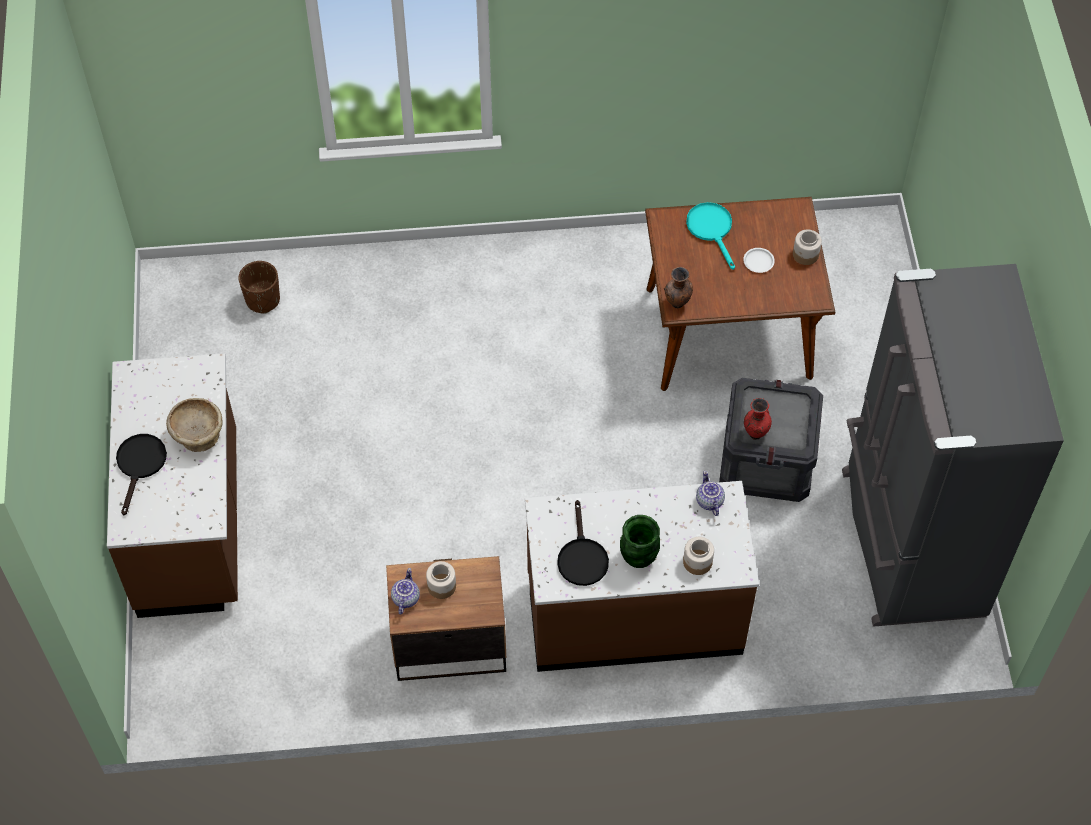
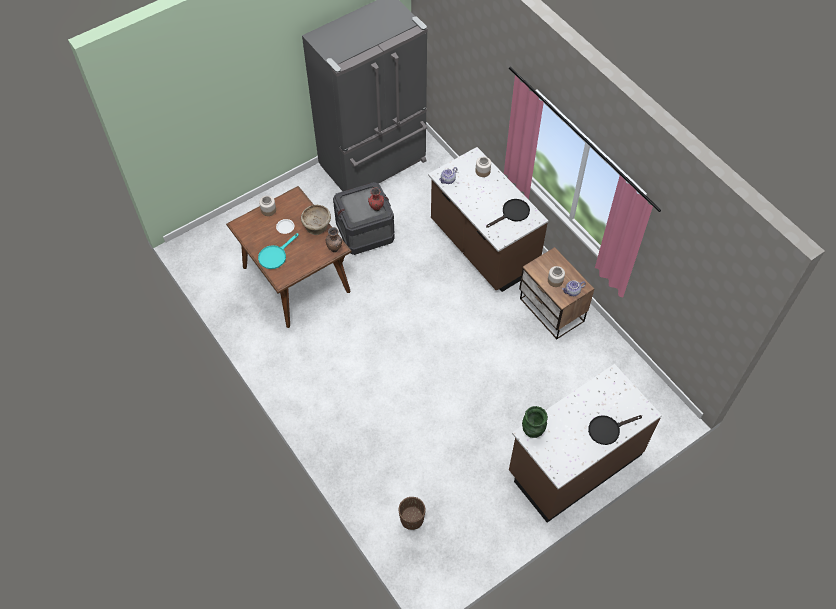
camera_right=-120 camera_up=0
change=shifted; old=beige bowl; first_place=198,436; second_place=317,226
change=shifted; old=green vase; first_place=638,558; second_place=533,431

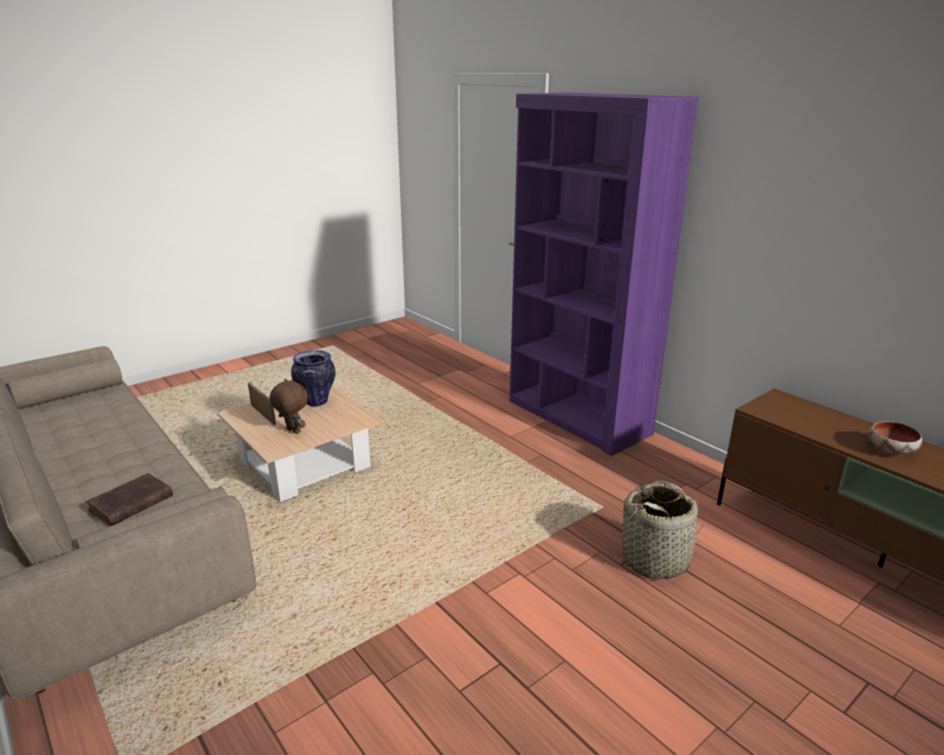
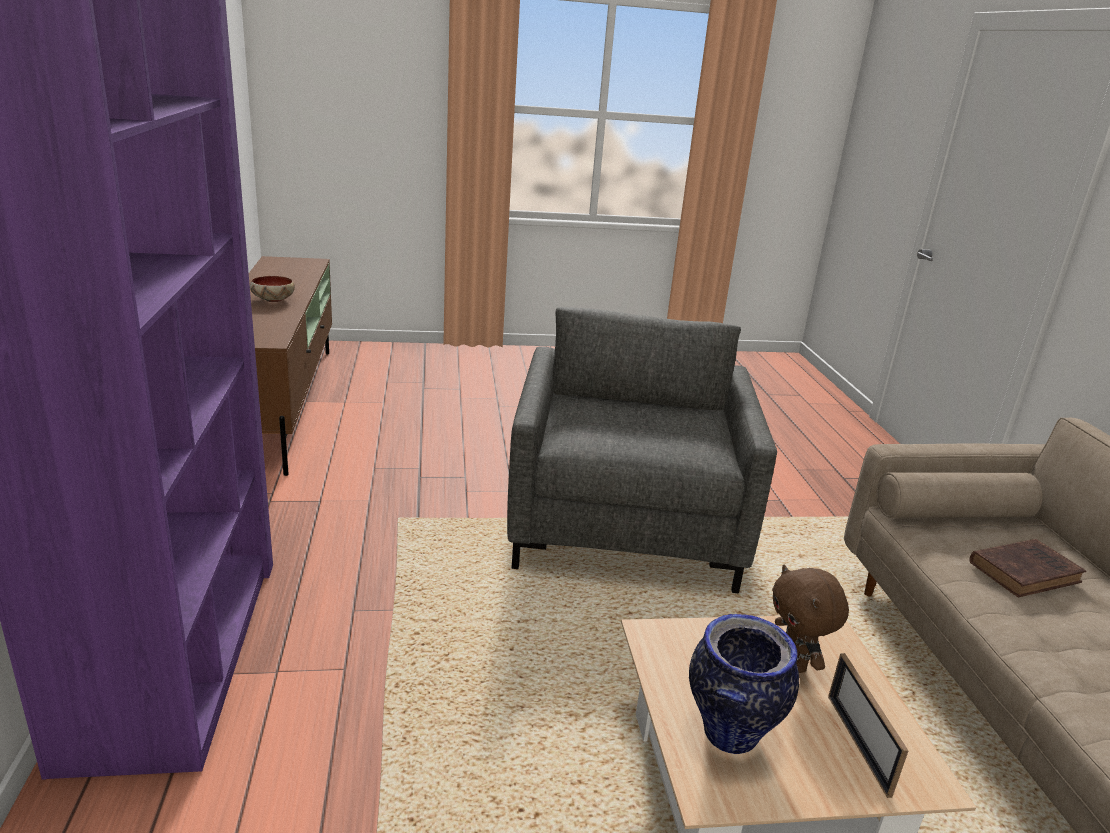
camera_right=-150 camera_up=0
change=gone; old=basket; first_place=655,559
change=new; new=grey armchair; second_place=626,525

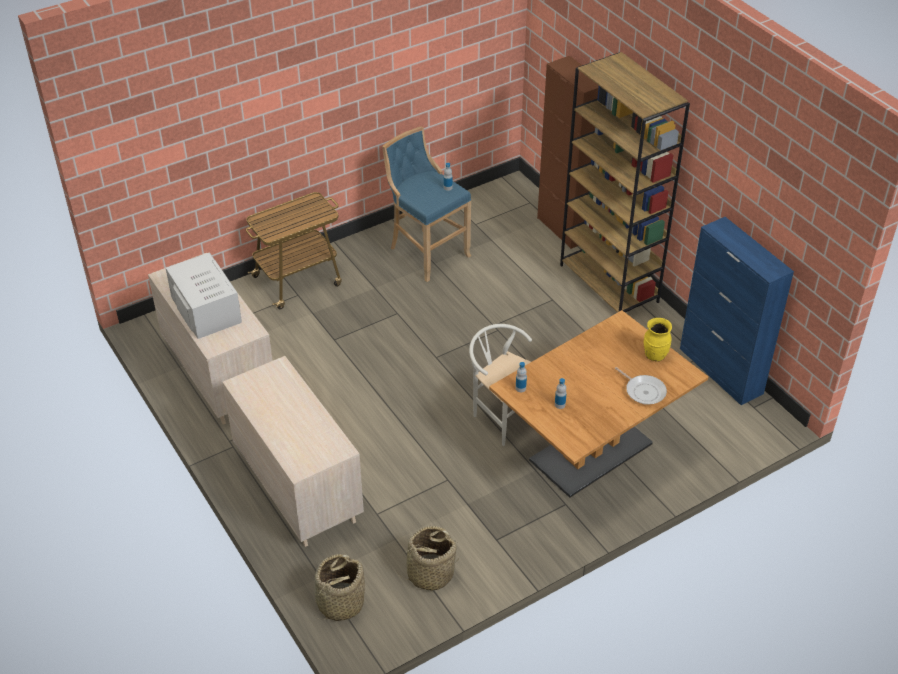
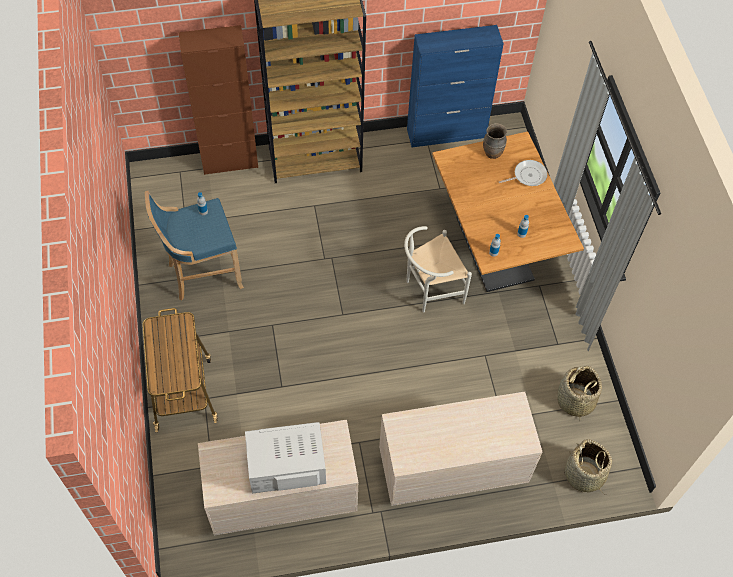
camera_right=-70 camera_up=15
change=repainted; old=yellow vase; new=brown vase; first_place=654,355; second_place=492,153

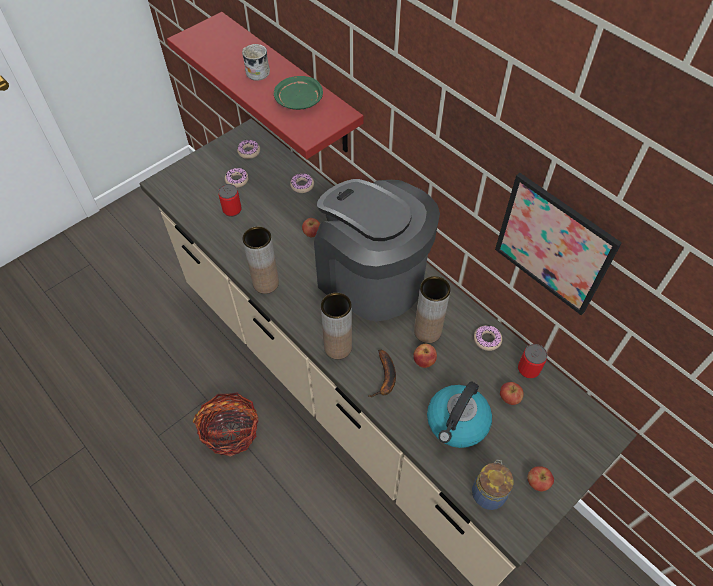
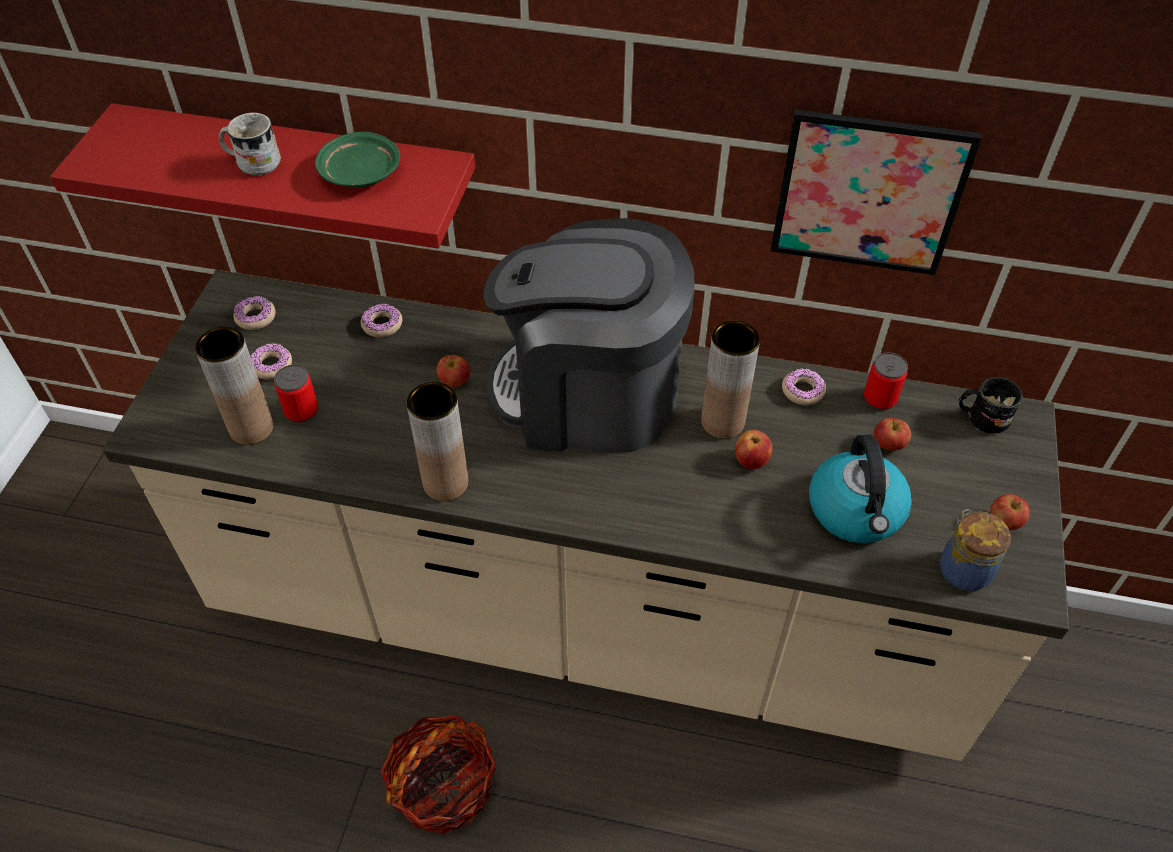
camera_right=-35 camera_up=-5
change=shifted; old=brown vase; first_place=338,347; second_place=251,428
change=gone; old=banana; first_place=385,378
change=new; new=black mug; second_place=981,418

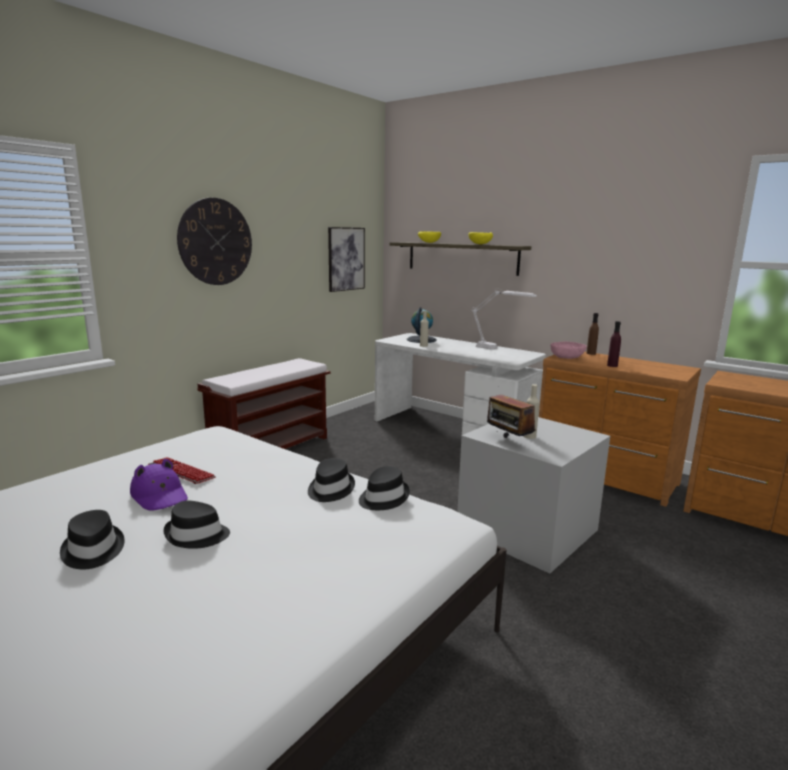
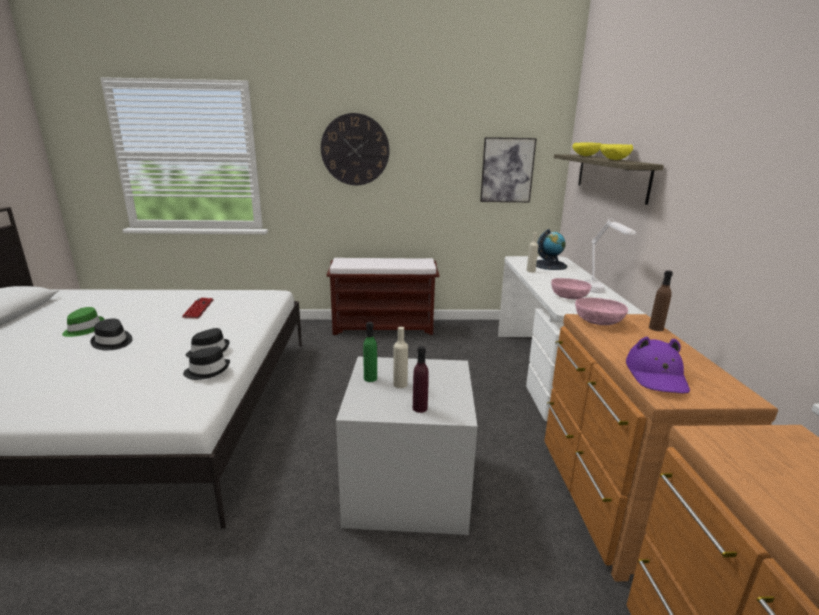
camera_right=50 camera_up=5
change=shifted; old=purple bottle; first_place=612,365; second_place=420,408
change=swapped; old=radio; new=green bottle; first_place=508,441; second_place=370,378
change=shifted; old=purple hat; first_place=160,496; second_place=657,376
change=repainted; old=black hat; new=green hat; first_place=92,550; second_place=84,329
change=new; new=pink bowl; second_place=569,297

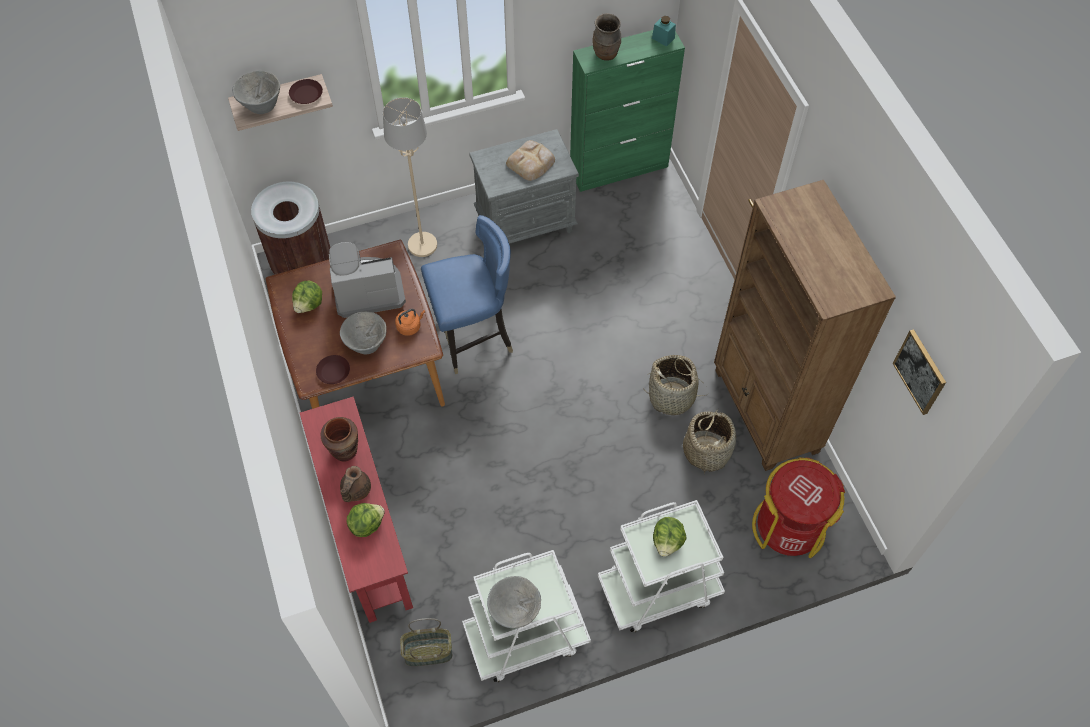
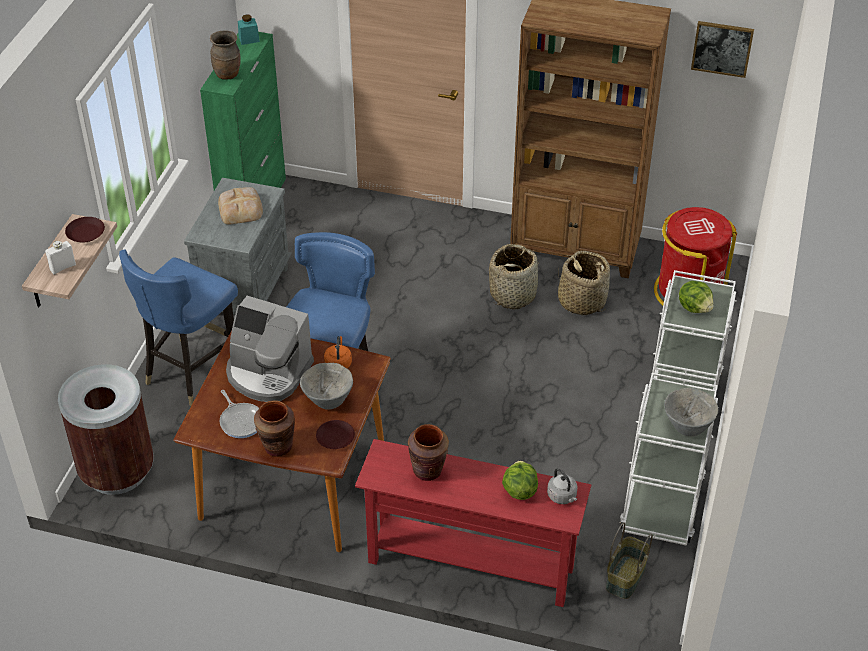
camera_right=-55 camera_up=-15
change=swapped; old=grey bowl; new=white bottle; first_place=261,106; second_place=63,267
change=swapped; old=beige floor lamp; new=blue chair; first_place=422,245; second_place=191,372
change=rotated; old=coffee machine; first_place=367,290; second_place=268,373; degrees=-90
change=swapped; old=lettuce; new=frying pan; first_place=309,304; second_place=241,421
change=gone; old=brown teapot; first_place=355,490
change=new; new=brown vase; second_place=277,447
change=new; new=grey kettle; second_place=562,497

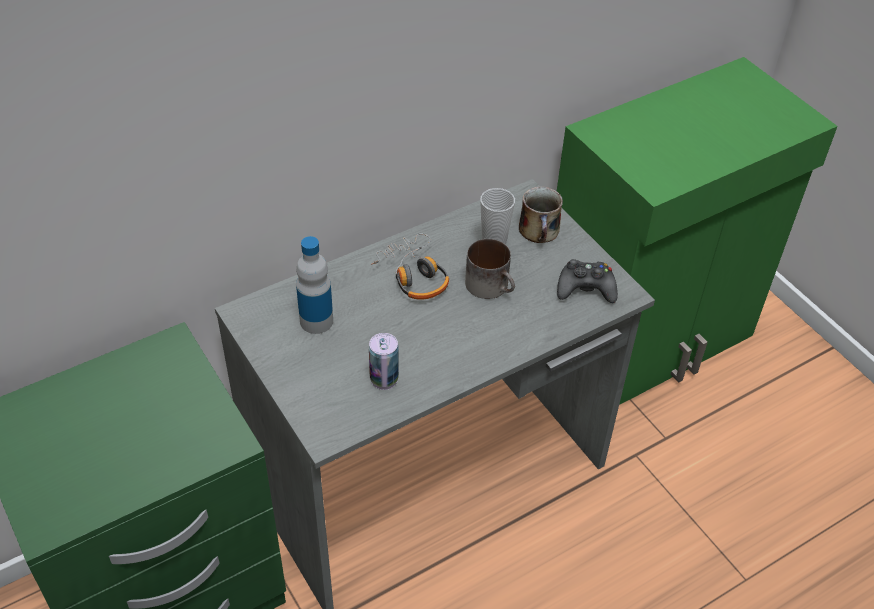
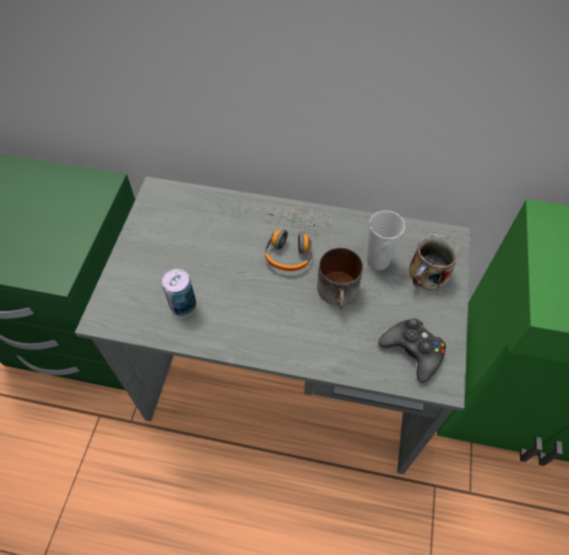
camera_right=45 camera_up=10
change=gone; old=bottle; first_place=316,321

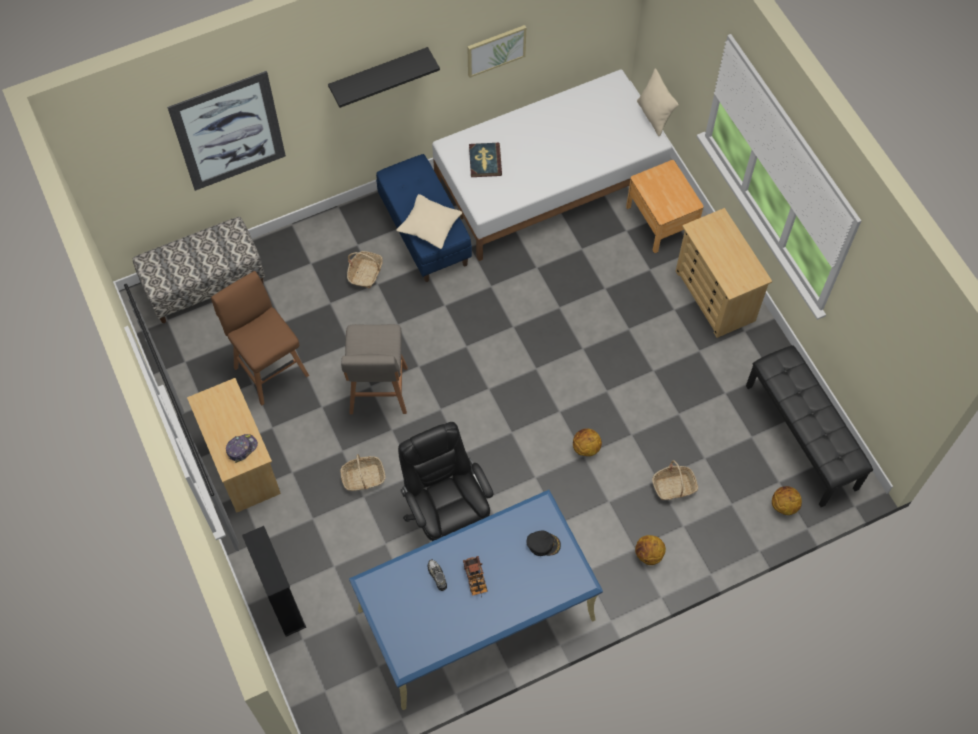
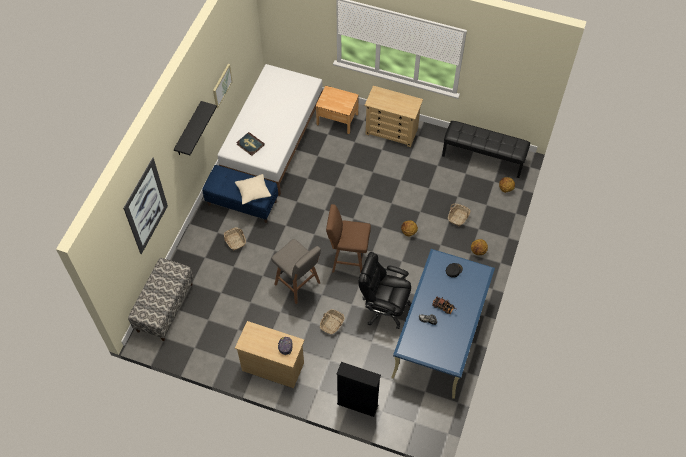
camera_right=-45 camera_up=-5
change=gone; old=beige pillow; first_place=654,116
change=shifted; old=brown stool; first_place=270,369; second_place=348,259

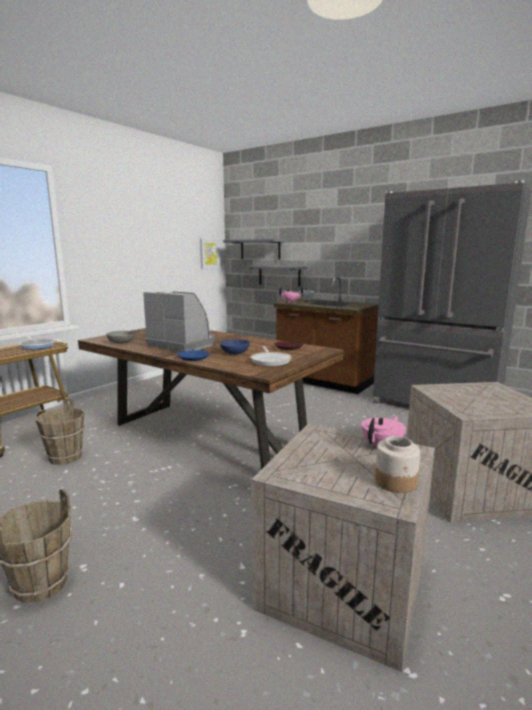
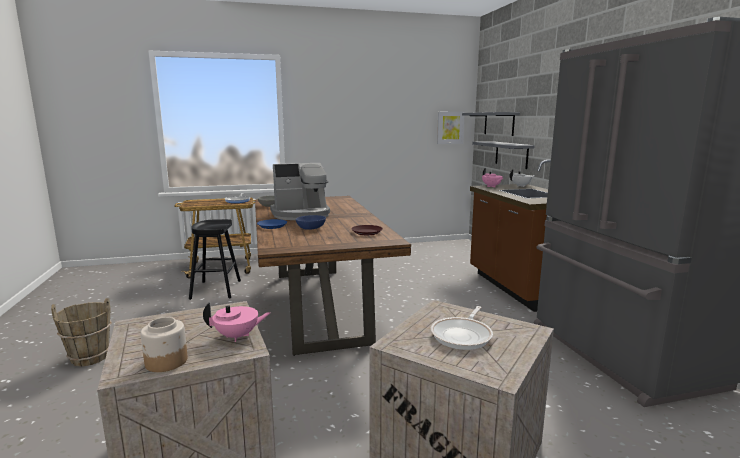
camera_right=40 camera_up=0
change=rotated; old=coffee machine; first_place=183,344; second_place=301,214; degrees=90
change=shifted; old=frying pan; first_place=270,361; second_place=463,335
change=swapped; old=brown bucket; new=black stool; first_place=65,457; second_place=216,290

